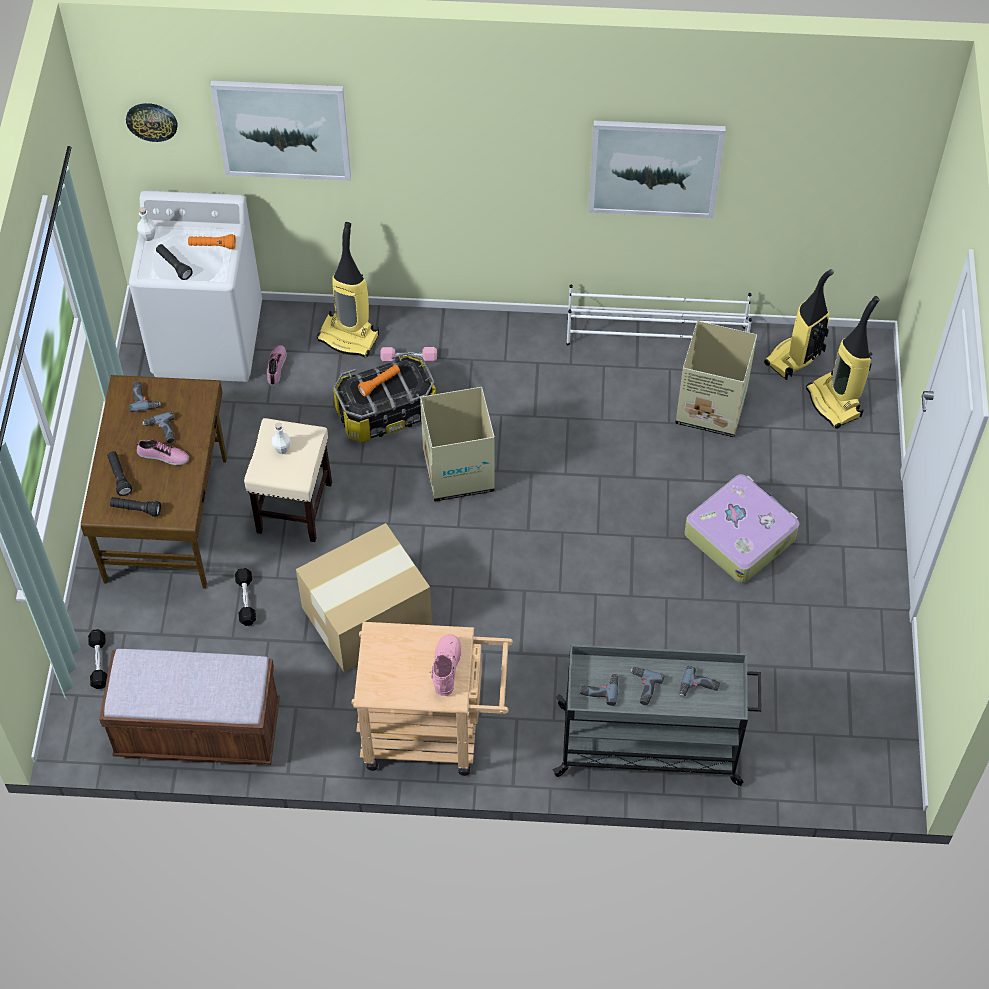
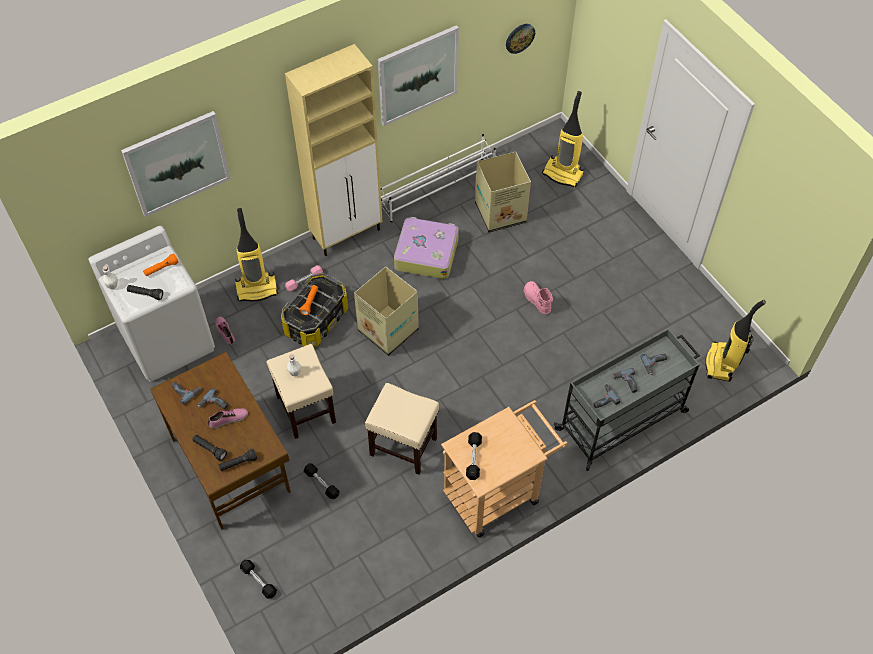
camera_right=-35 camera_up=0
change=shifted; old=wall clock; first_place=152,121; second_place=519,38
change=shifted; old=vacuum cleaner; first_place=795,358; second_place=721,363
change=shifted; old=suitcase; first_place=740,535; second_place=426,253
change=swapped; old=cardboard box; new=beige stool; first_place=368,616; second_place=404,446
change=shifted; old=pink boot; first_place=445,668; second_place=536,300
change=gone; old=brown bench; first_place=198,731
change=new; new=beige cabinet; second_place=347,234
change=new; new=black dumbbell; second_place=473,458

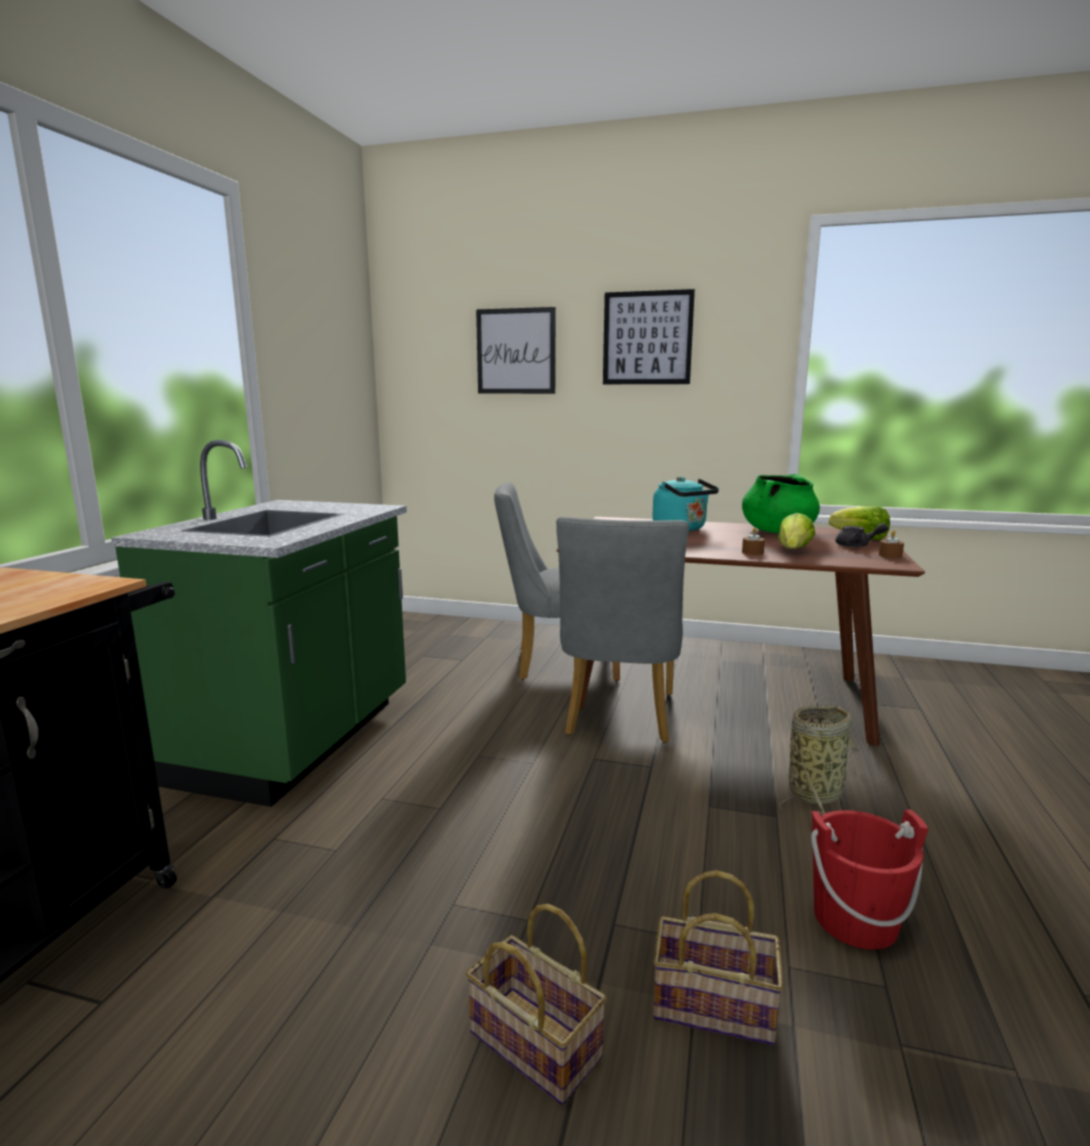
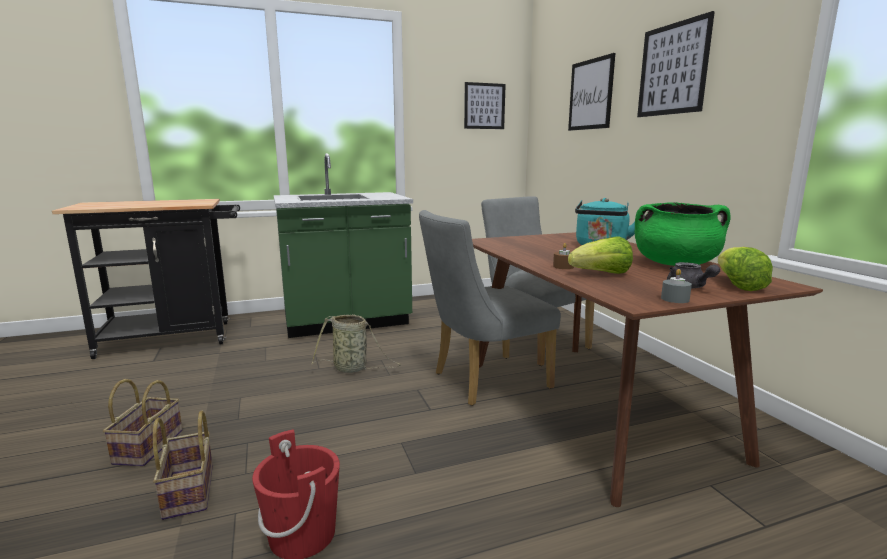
camera_right=55 camera_up=0
change=repainted; old=brown candle; new=grey candle; first_place=890,555; second_place=675,299
change=shifted; old=basket; first_place=817,792; second_place=353,368
change=new; new=picture; second_place=484,106

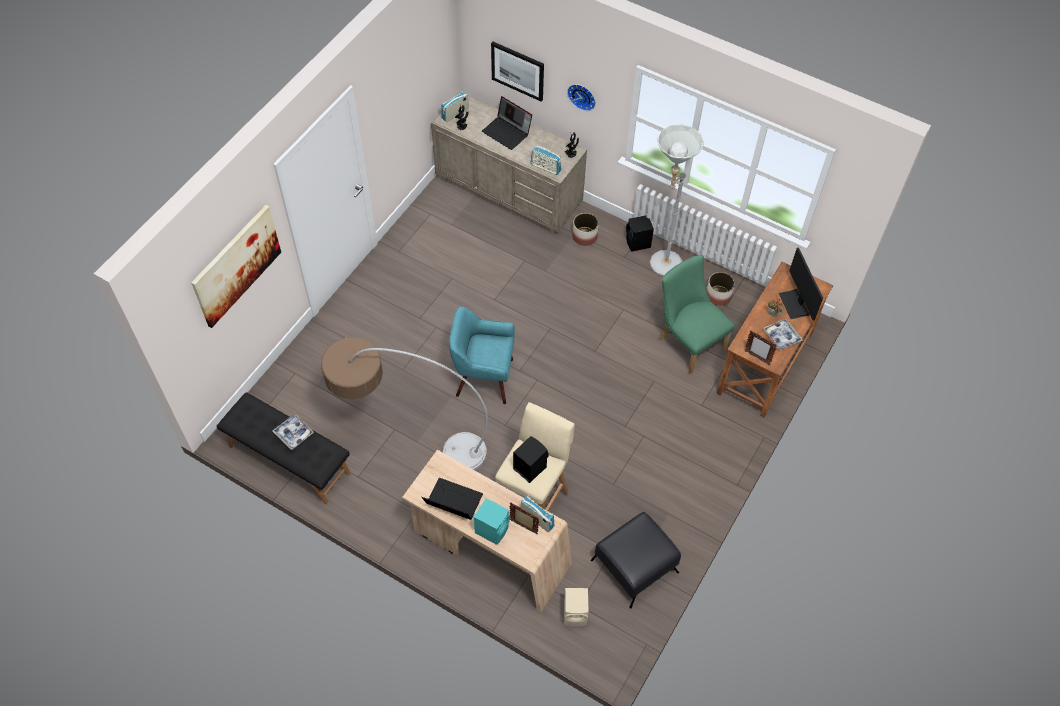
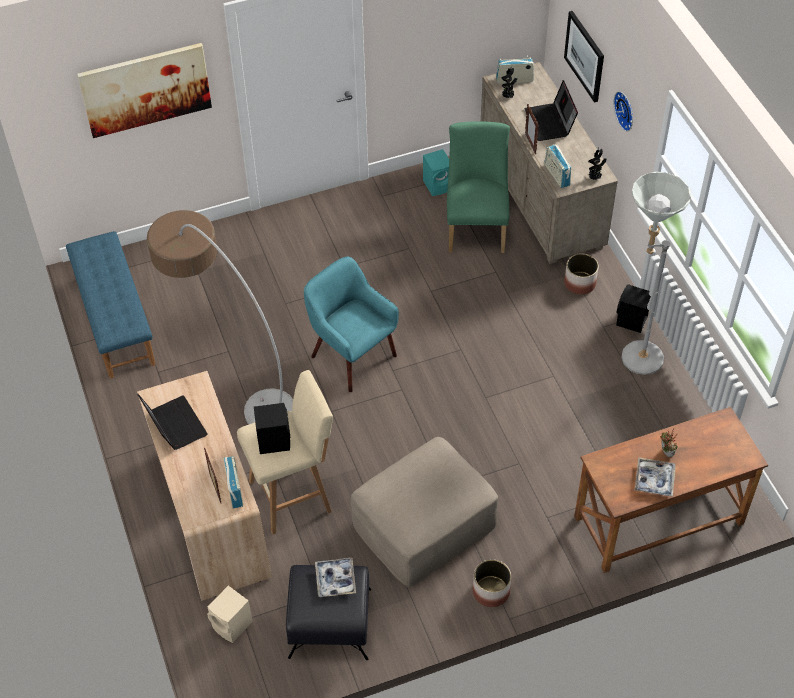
camera_right=40 camera_up=-5
change=gone; old=monitor; first_place=794,304
change=shifted; old=green chair; first_place=688,341; second_place=476,226
change=shifted; old=planter; first_place=718,296; second_place=491,591
change=shifted; old=picture frame; first_place=756,357; second_place=530,144
change=repainted; old=black bench; new=blue bench; first_place=289,460; second_place=115,320
change=shifted; old=tray; first_place=293,433; second_place=335,580
change=shifted; old=turquoise speaker; first_place=492,529; second_place=438,185
change=new; new=beige ottoman; second_place=424,525

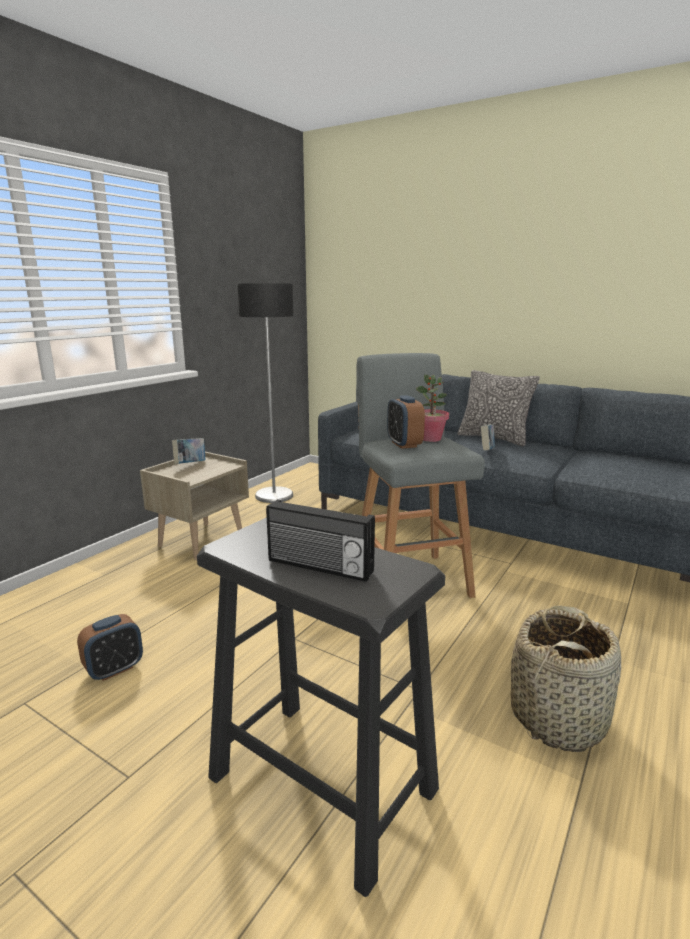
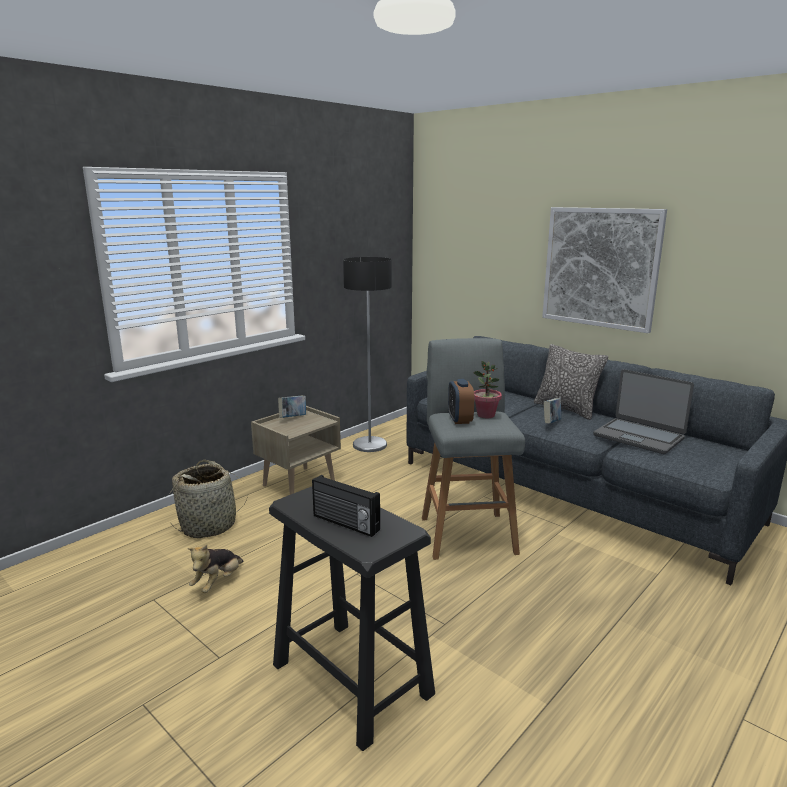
camera_right=10 camera_up=0
change=shifted; old=basket; first_place=558,717; second_place=209,526
change=swapped; old=alarm clock; new=plush toy; first_place=114,669; second_place=218,582
change=new; new=picture; second_place=600,267
change=new; new=laptop; second_place=639,437

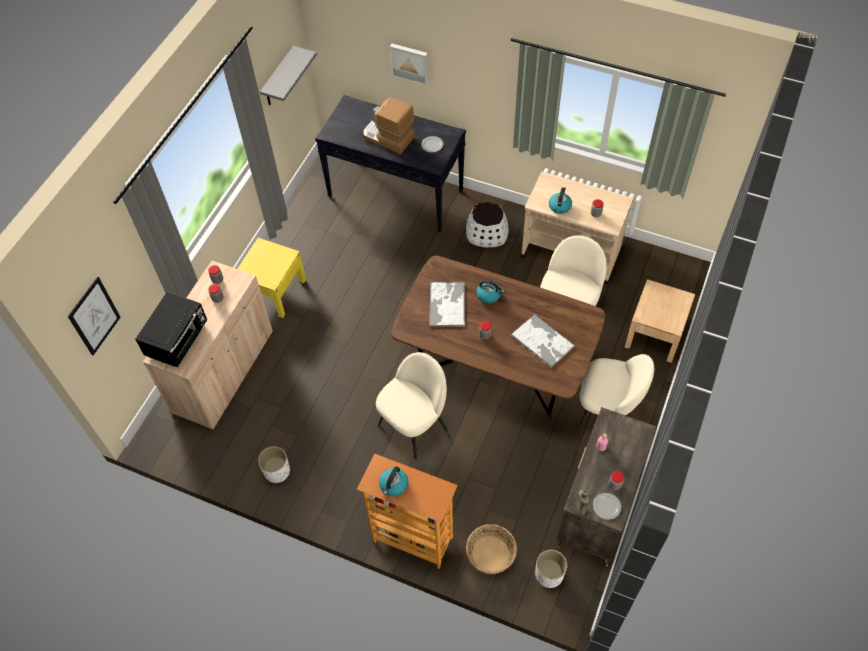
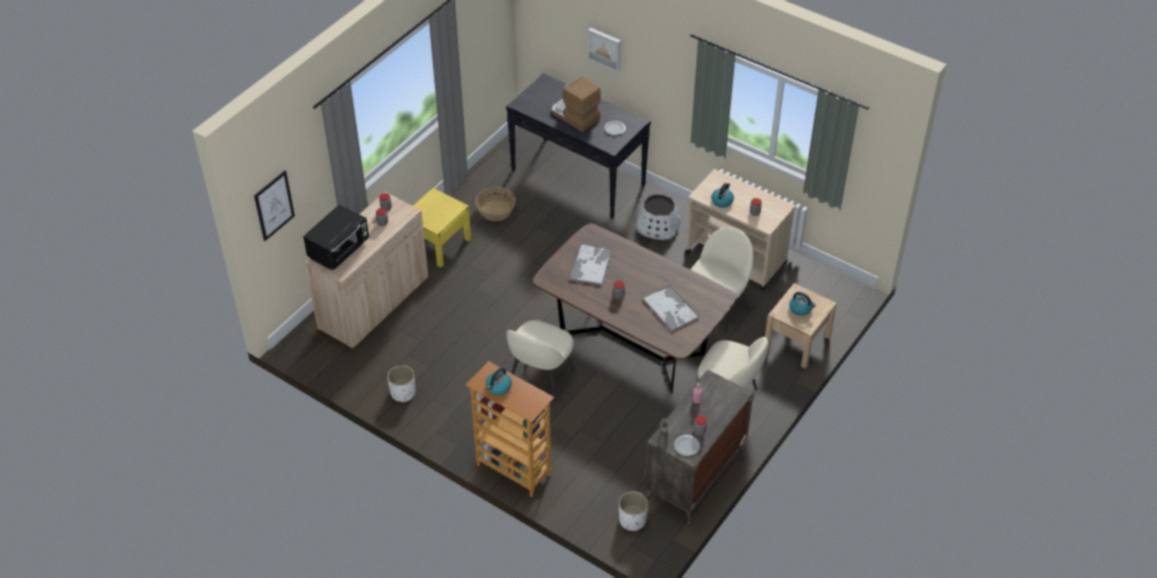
camera_right=10 camera_up=-10
change=gone; old=grey shelf; first_place=278,78
change=shifted; old=kettle; first_place=489,295; second_place=801,309
change=rotated; old=beige chair; first_place=414,426; second_place=540,378; degrees=150
change=shifted; old=basket; first_place=490,554; second_place=495,211

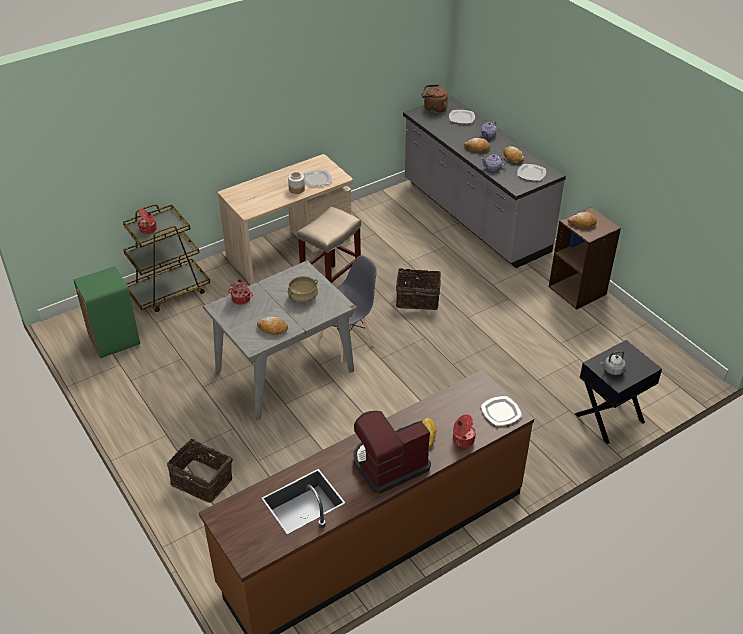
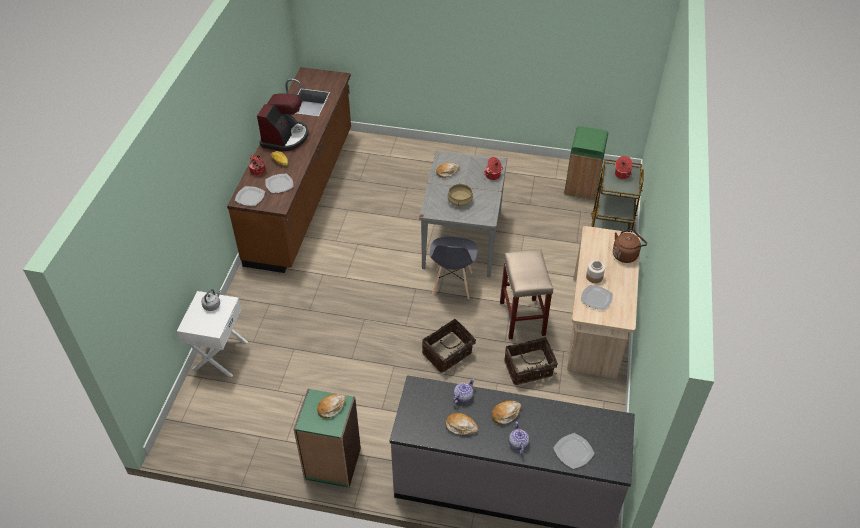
camera_right=135 camera_up=5
change=shifted; old=brown kettle; first_place=433,109; second_place=626,254
change=shifted; old=plate; first_place=531,173; second_place=279,184
change=repainted; old=brown bookcase; new=green bookcase; first_place=578,290; second_place=332,464
change=repainted; old=black nightstand; new=white nightstand; first_place=610,418; second_place=219,355
change=shifted; old=basket; first_place=203,480; second_place=529,369

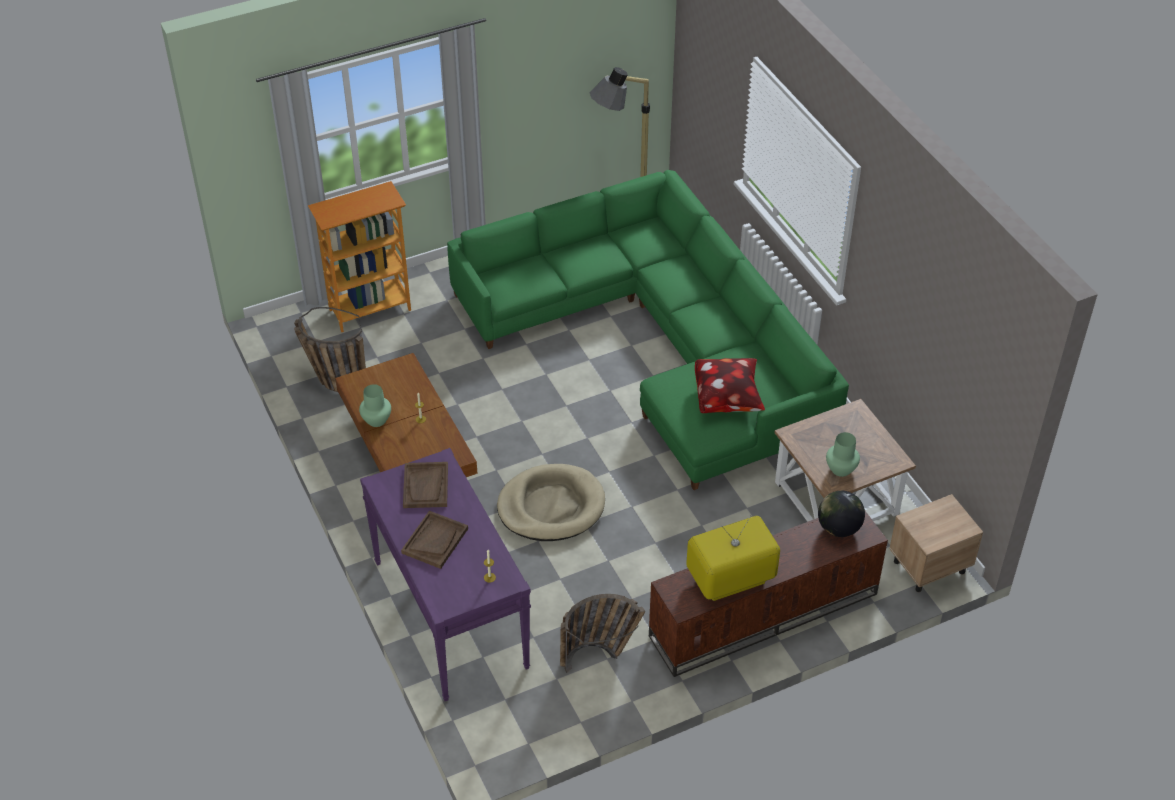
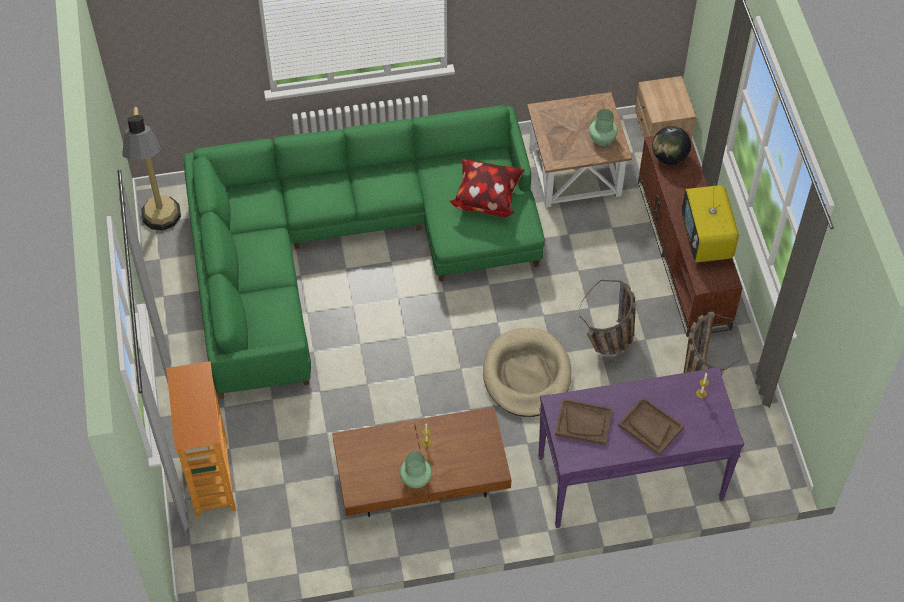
camera_right=-75 camera_up=10
change=shifted; old=basket; first_place=332,379; second_place=609,346

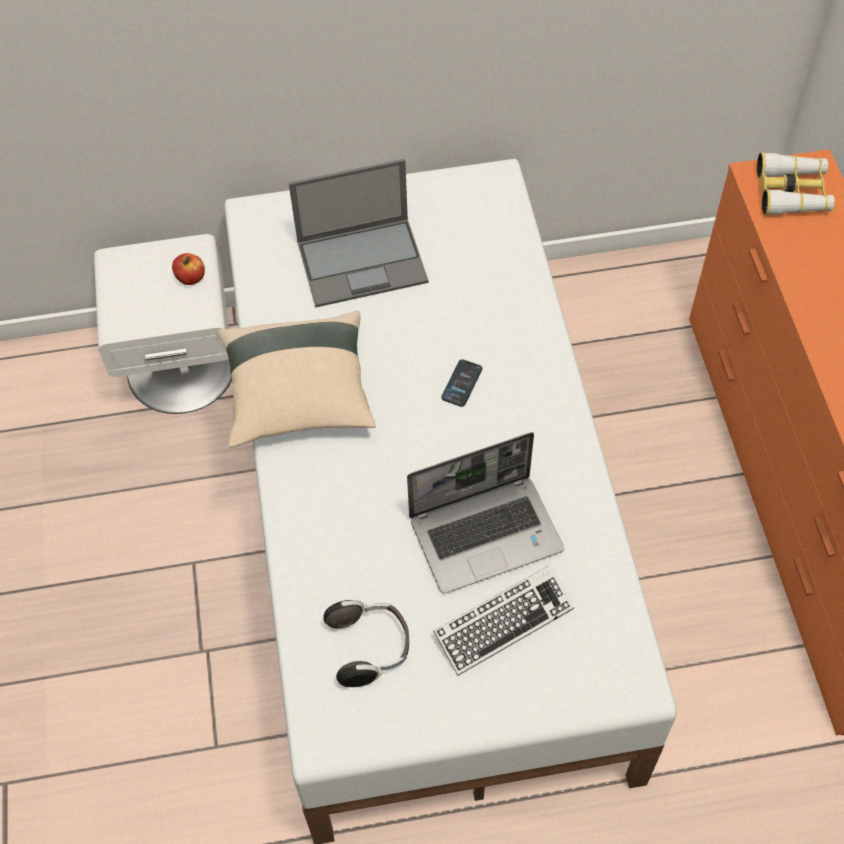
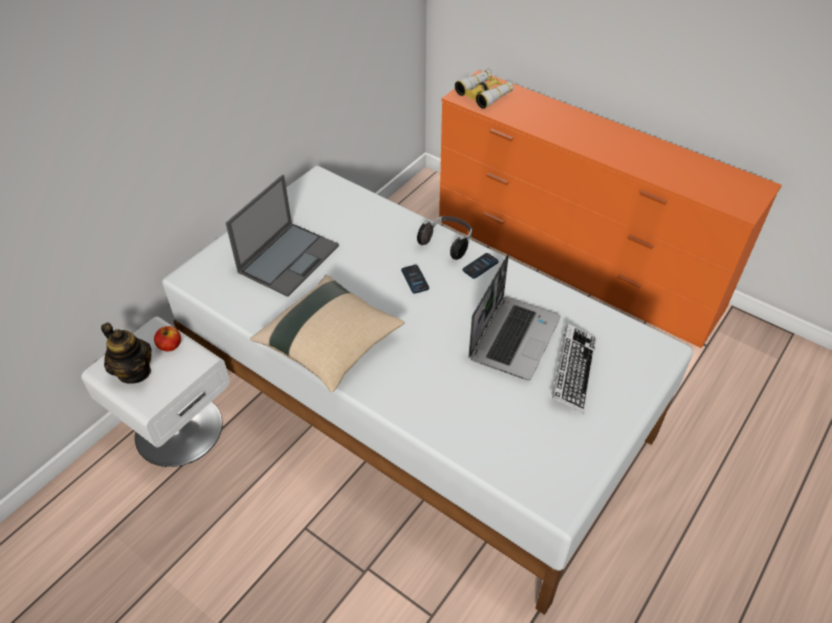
camera_right=-45 camera_up=-10
change=shifted; old=headphones; first_place=370,647; second_place=447,243
change=new; new=phone; second_place=480,266
change=new; new=teapot; second_place=135,371

